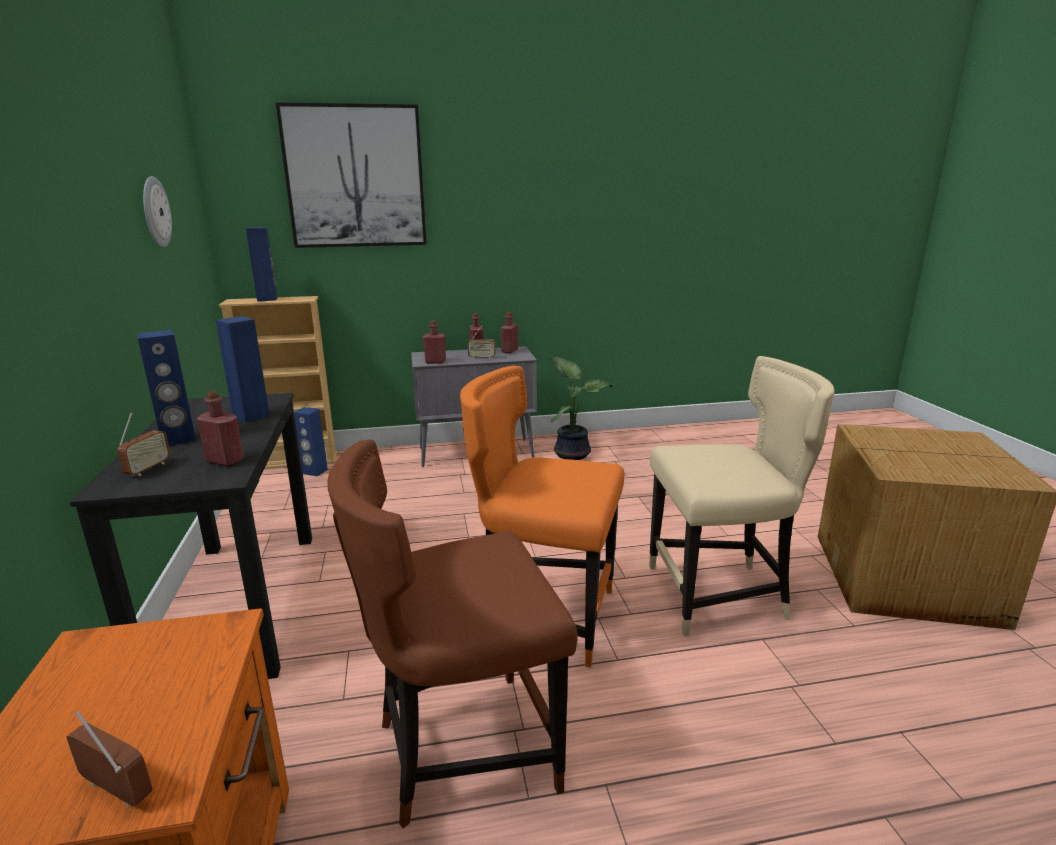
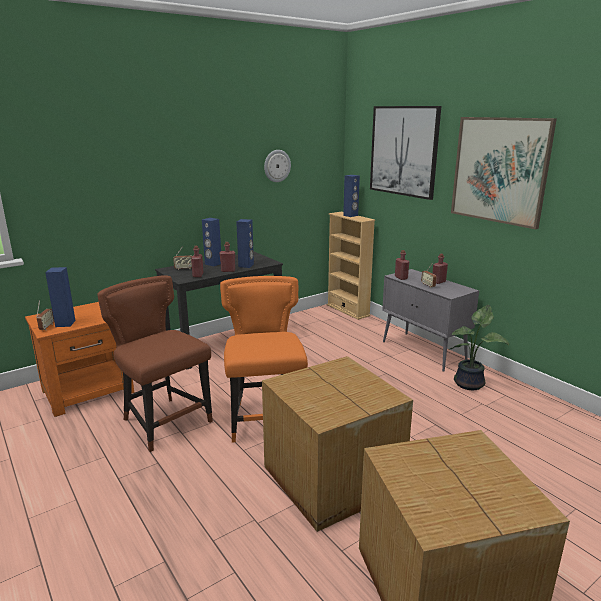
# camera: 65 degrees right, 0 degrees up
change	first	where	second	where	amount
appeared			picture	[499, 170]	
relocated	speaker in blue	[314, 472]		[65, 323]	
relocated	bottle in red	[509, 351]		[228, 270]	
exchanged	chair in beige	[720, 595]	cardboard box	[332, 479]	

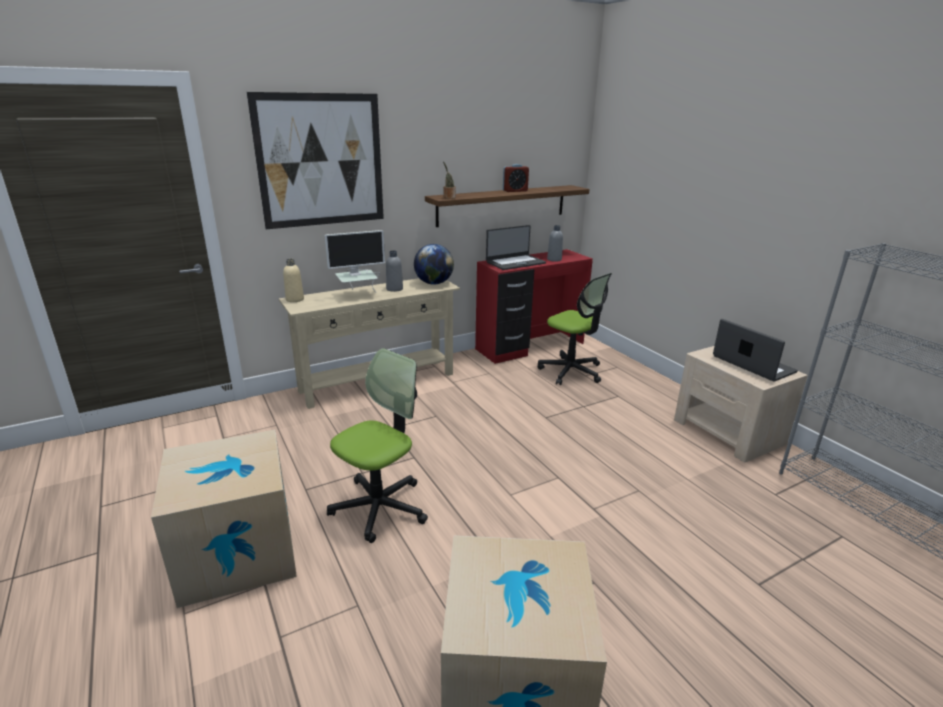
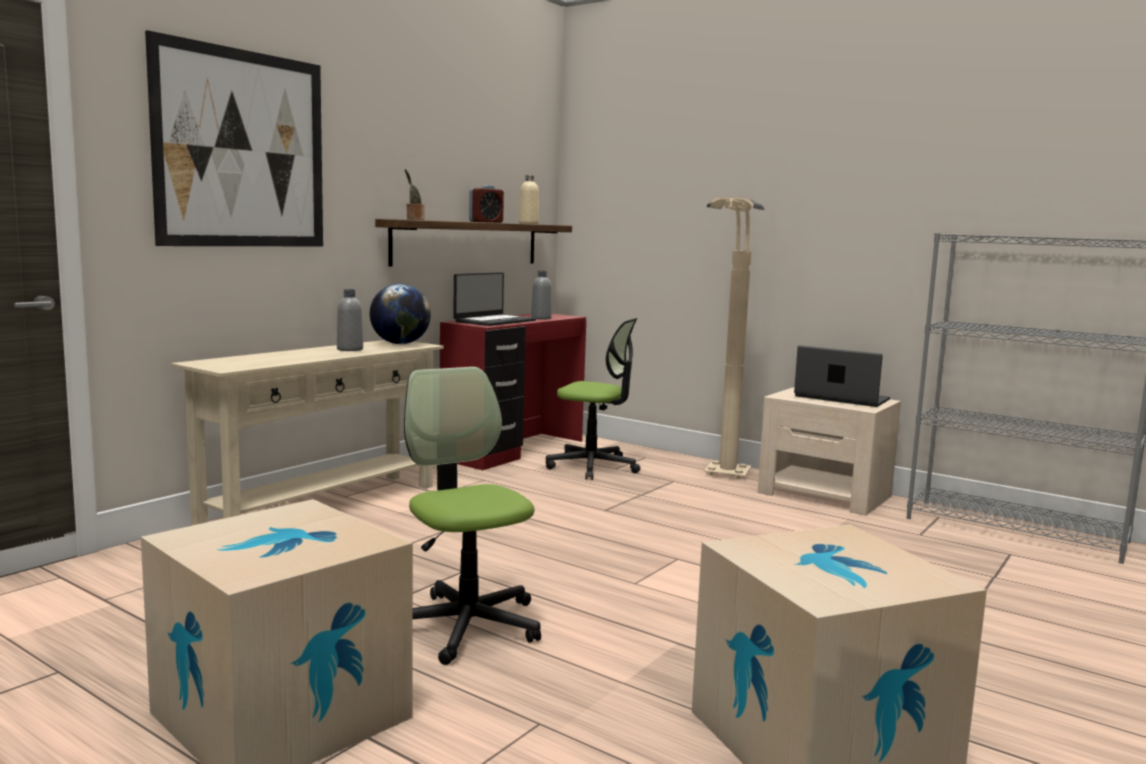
# camera: 25 degrees left, 15 degrees down
change	first	where	second	where	amount
missing	monitor	[358, 295]			
appeared			floor lamp in beige	[723, 481]	
relocated	bottle in beige	[295, 299]		[528, 223]	
spun	office chair	[379, 507]		[466, 626]	45 degrees counterclockwise

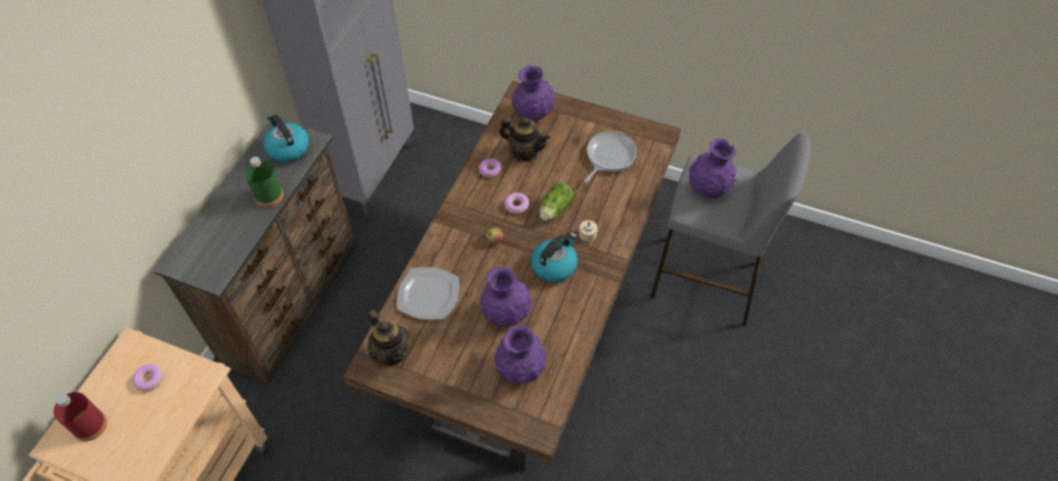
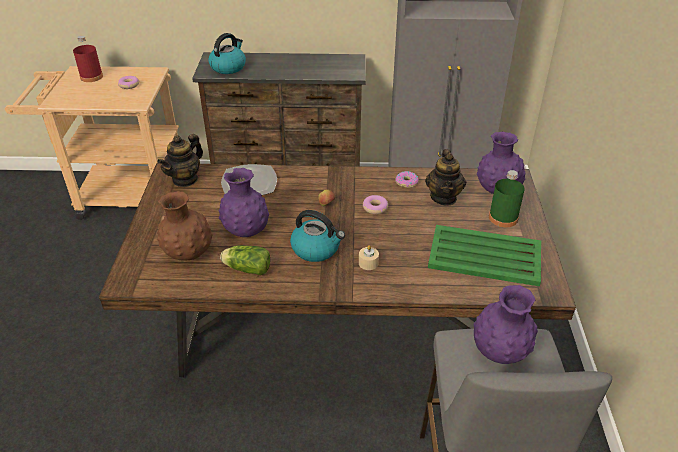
# camera: 70 degrees right, 15 degrees down
change	first	where	second	where	amount
relocated	bottle in green	[269, 195]		[503, 218]	
relocated	kettle	[287, 148]		[228, 67]	
relocated	lettuce	[554, 210]		[246, 268]	
exchanged	frying pan	[609, 156]	tray in green	[483, 255]	
colour	vase in purple	[520, 369]	vase in brown	[188, 254]	

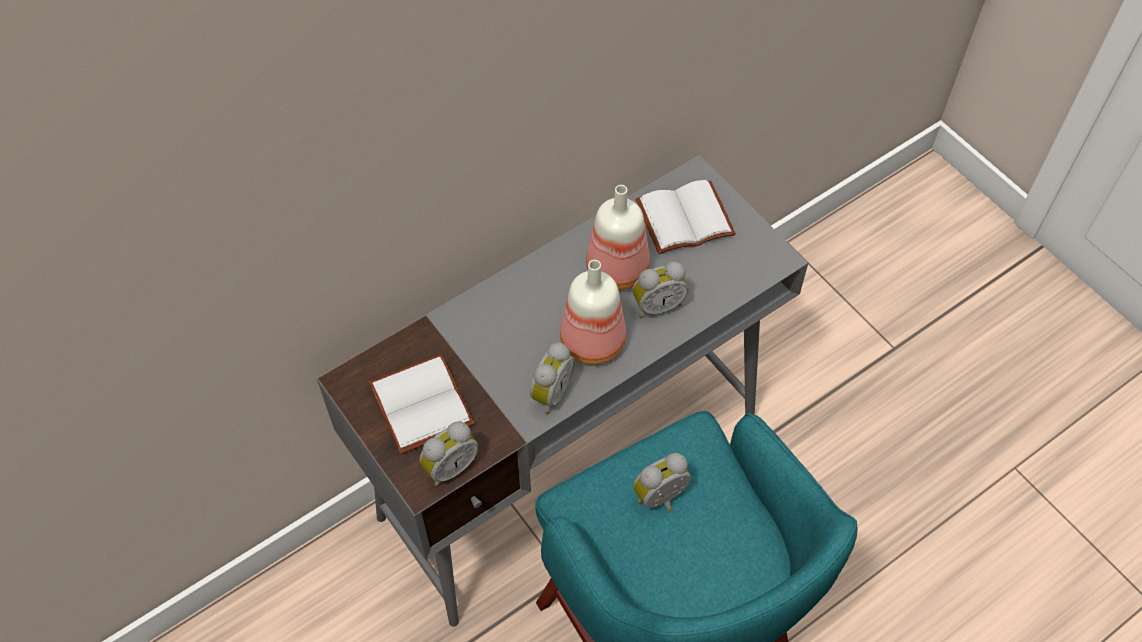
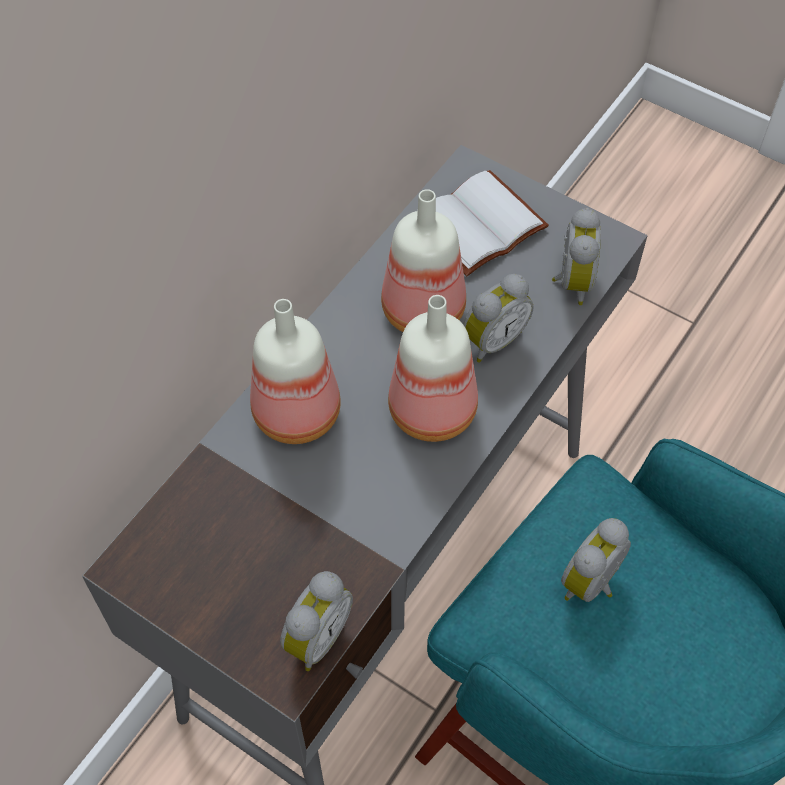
# camera: 20 degrees left, 0 degrees up
change	first	where	second	where	amount
missing	book in white	[424, 405]			
appeared			bottle	[295, 411]	
relocated	alarm clock	[549, 393]		[570, 282]	

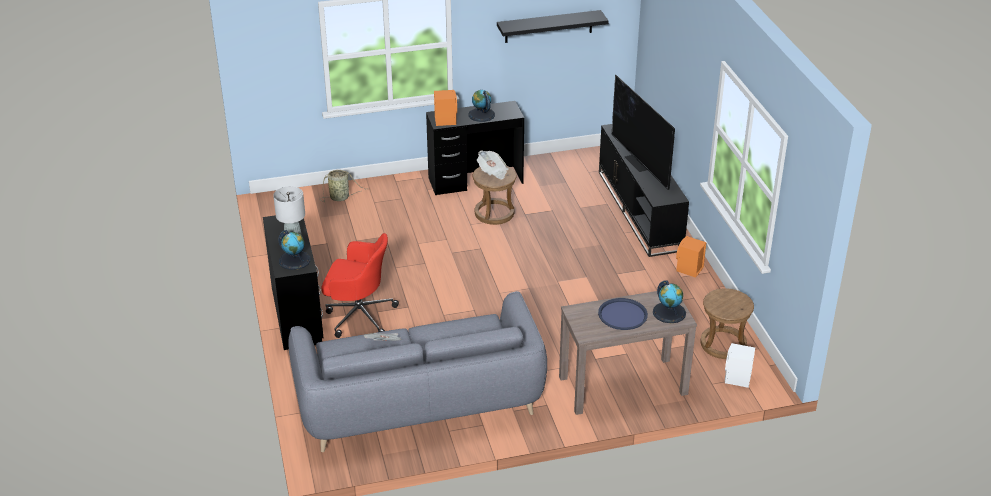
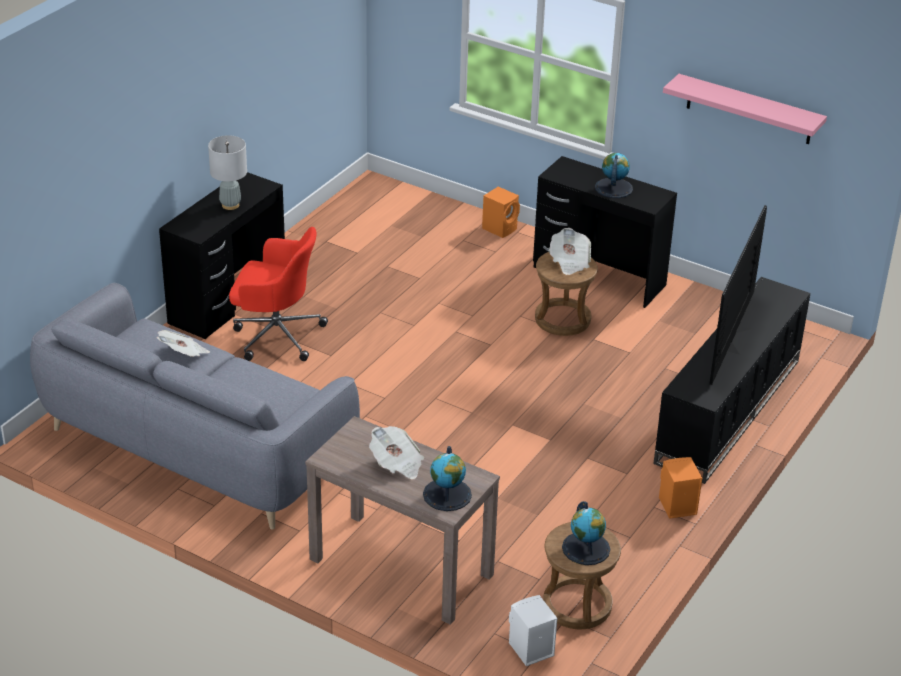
# camera: 45 degrees right, 0 degrees up
change	first	where	second	where	amount
missing	basket	[341, 197]			
relocated	globe	[294, 260]		[586, 548]	
relocated	speaker in orange	[445, 120]		[500, 228]	
exchanged	tray in blue	[622, 315]	newspaper	[397, 464]	
colour	shelf in black	[548, 26]	shelf in pink	[749, 110]	
spun	office chair in red	[359, 315]		[276, 335]	45 degrees counterclockwise

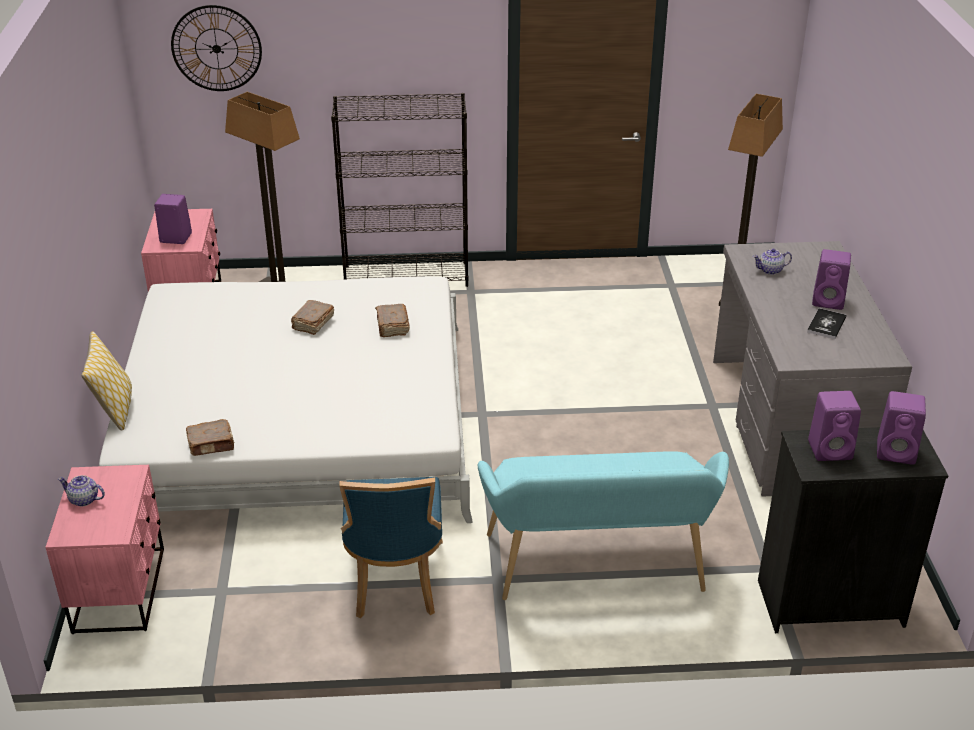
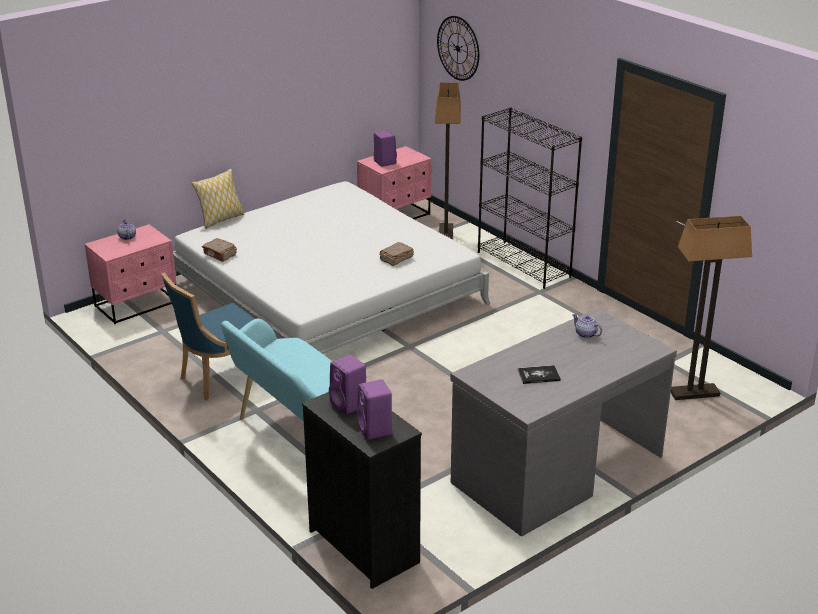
# camera: 55 degrees right, 5 degrees down
change	first	where	second	where	amount
missing	book in brown	[312, 324]			
missing	speaker in purple	[829, 301]			

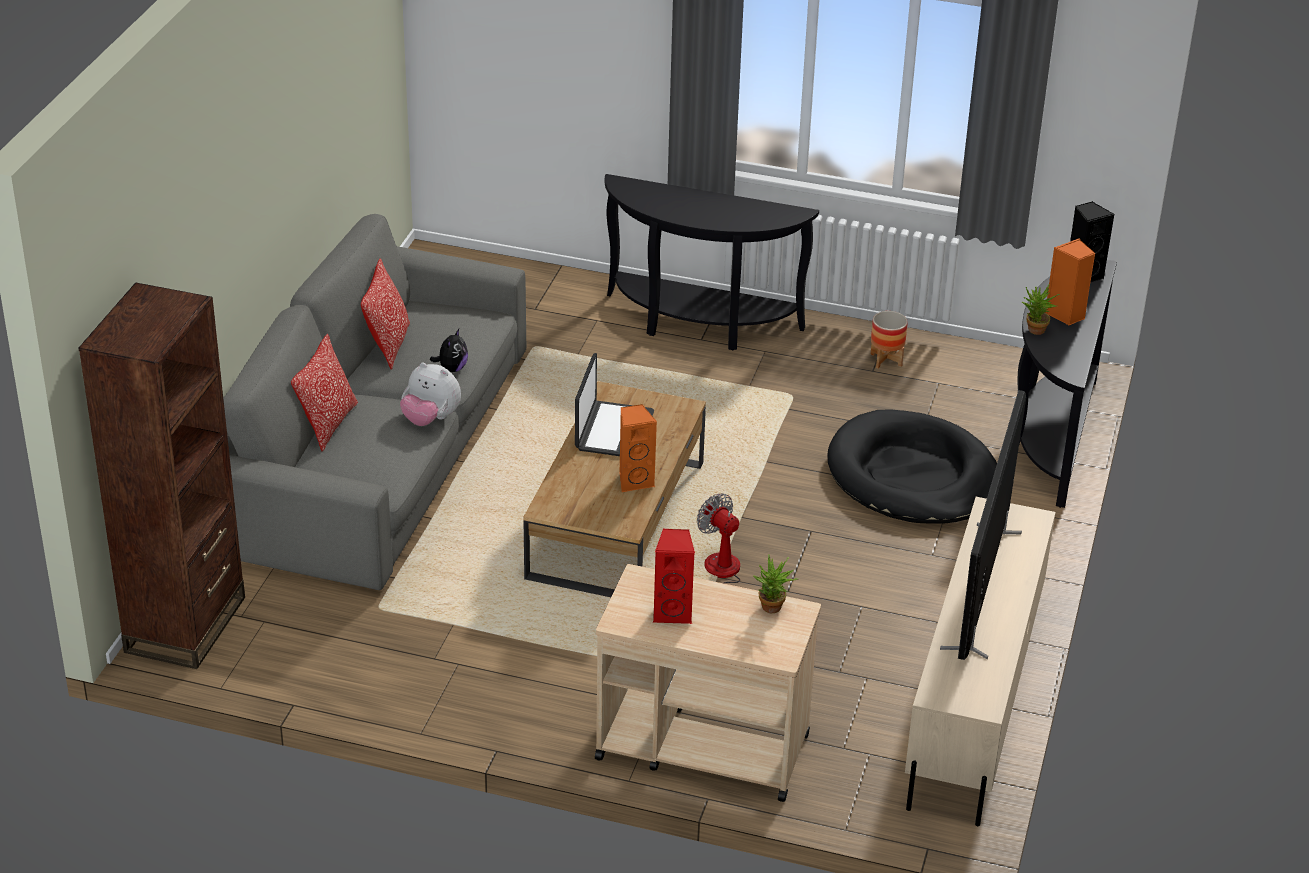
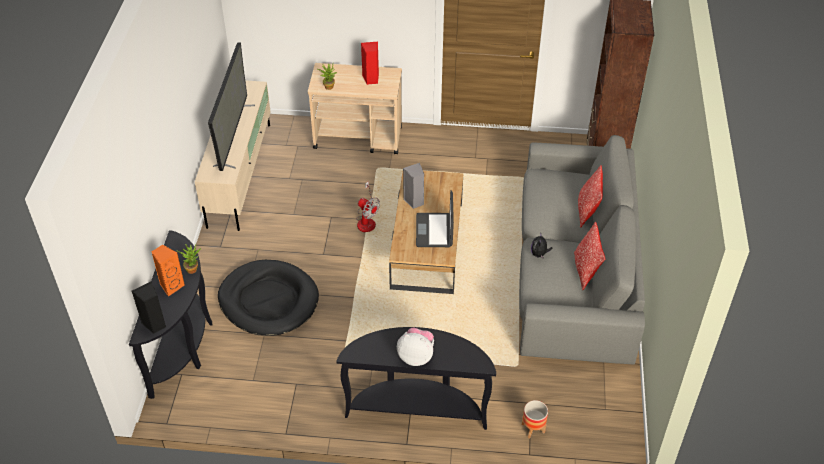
# camera: 170 degrees right, 10 degrees up
change	first	where	second	where	amount
relocated	plush toy	[430, 419]		[416, 356]	
relocated	planter	[886, 360]		[533, 428]	
colour	speaker in orange	[634, 481]	speaker in grey	[414, 201]	

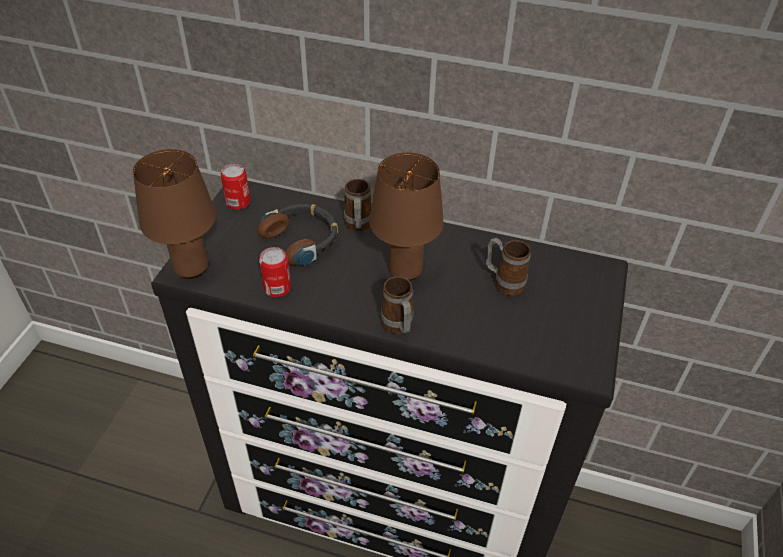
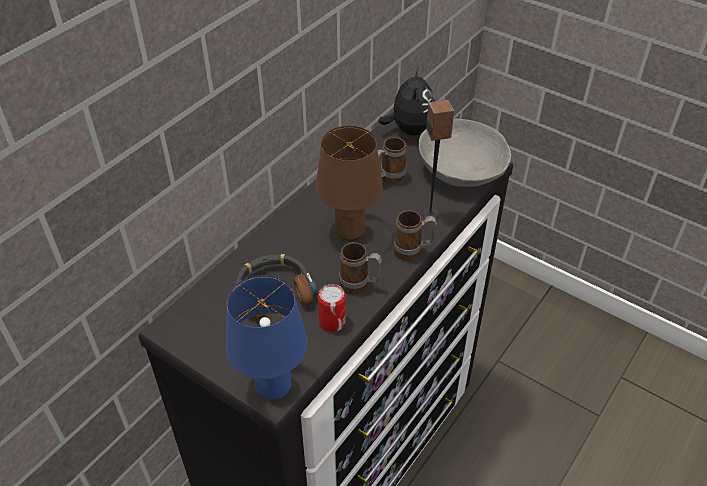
# camera: 70 degrees left, 0 degrees up
change	first	where	second	where	amount
missing	can	[238, 202]			
appeared			plush toy	[409, 129]	
appeared			bowl in grey	[461, 170]	
appeared			speaker	[430, 213]	
relocated	mug	[358, 227]		[360, 286]	
colour	table lamp in brown	[191, 269]	table lamp in blue	[274, 387]	

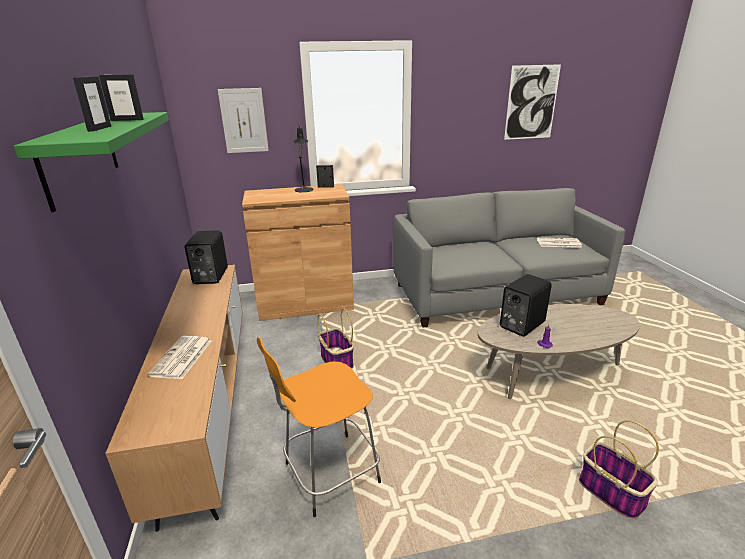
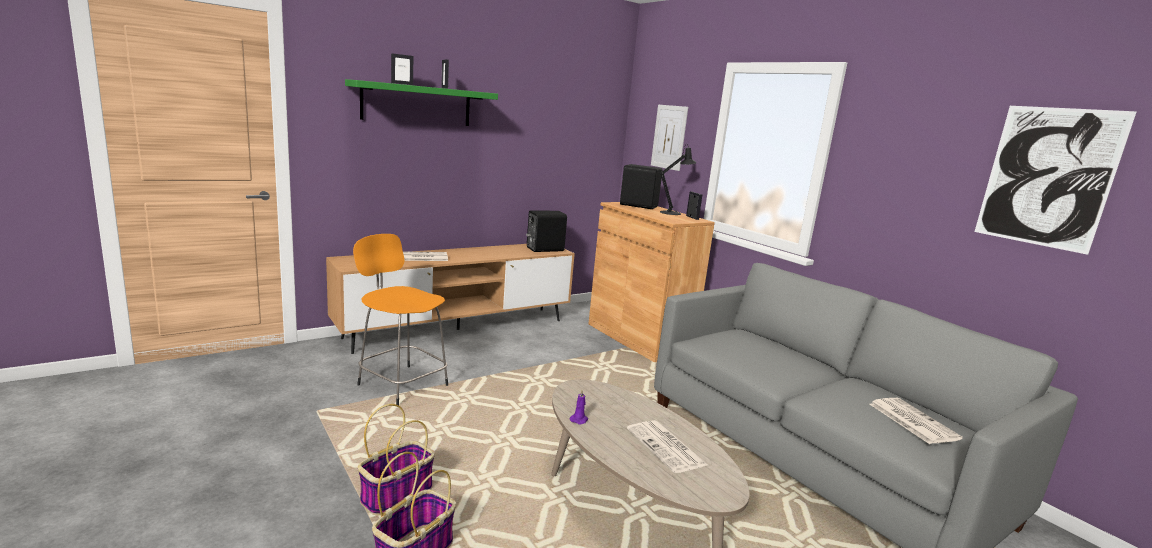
# camera: 65 degrees right, 10 degrees down
change	first	where	second	where	amount
appeared			newspaper	[667, 447]	
relocated	basket	[336, 360]		[397, 494]	
relocated	speaker in black	[520, 325]		[638, 206]	

